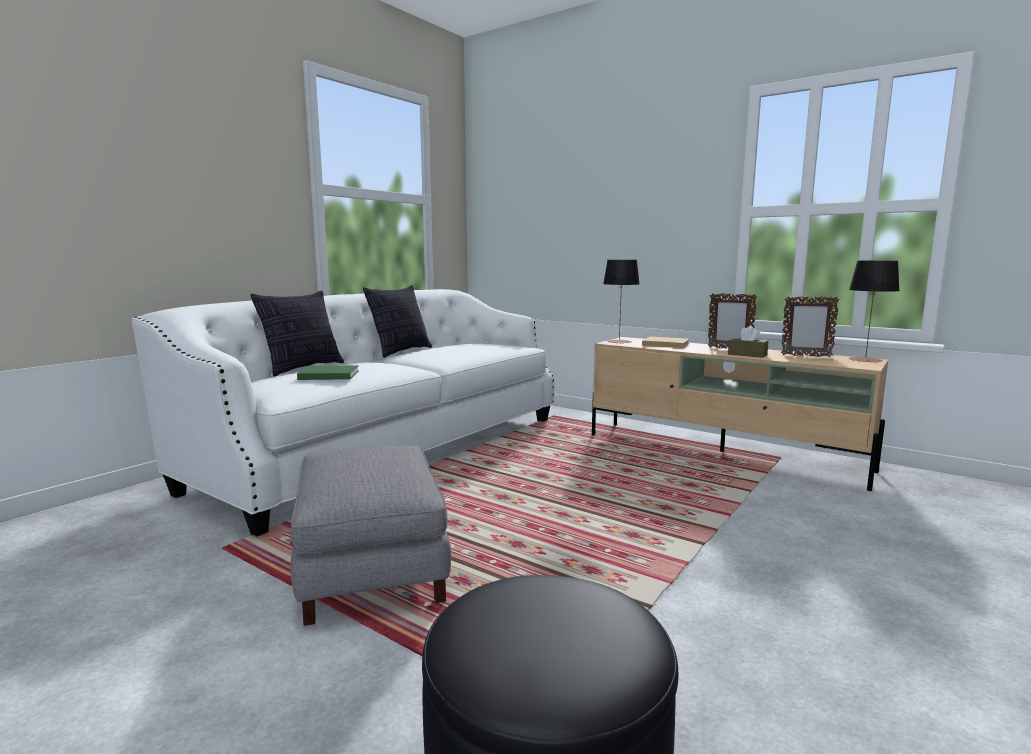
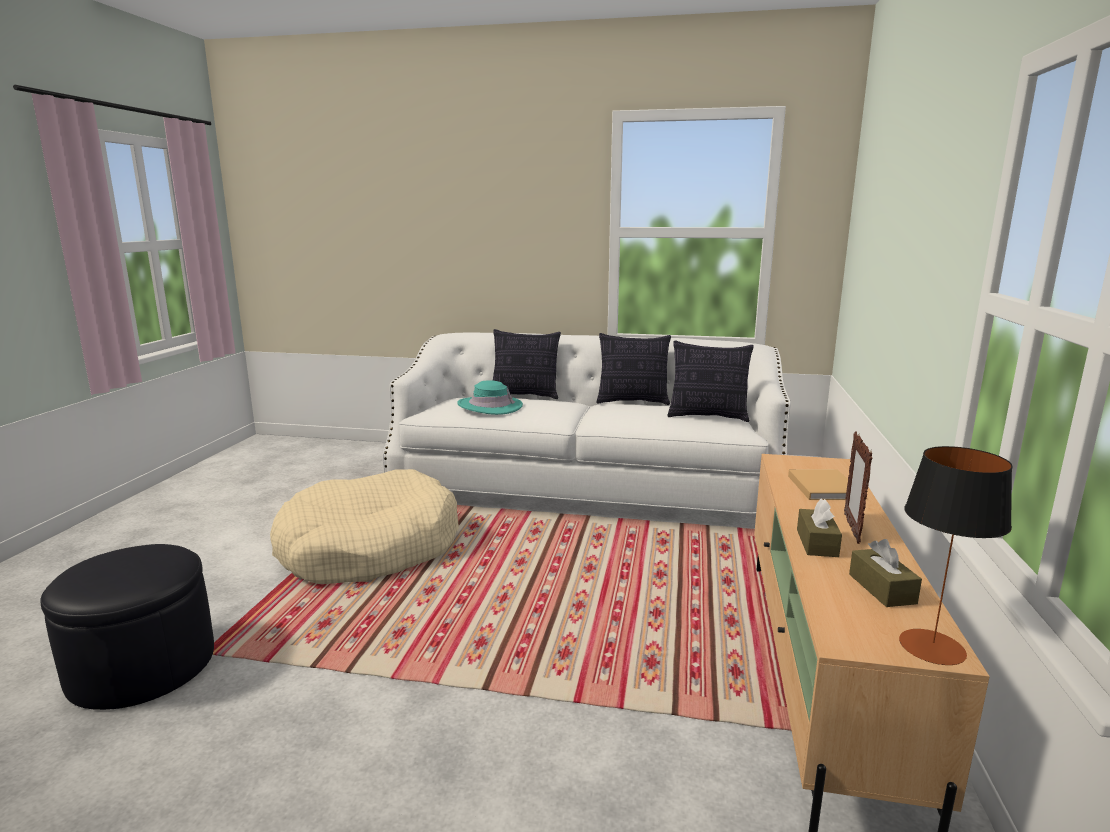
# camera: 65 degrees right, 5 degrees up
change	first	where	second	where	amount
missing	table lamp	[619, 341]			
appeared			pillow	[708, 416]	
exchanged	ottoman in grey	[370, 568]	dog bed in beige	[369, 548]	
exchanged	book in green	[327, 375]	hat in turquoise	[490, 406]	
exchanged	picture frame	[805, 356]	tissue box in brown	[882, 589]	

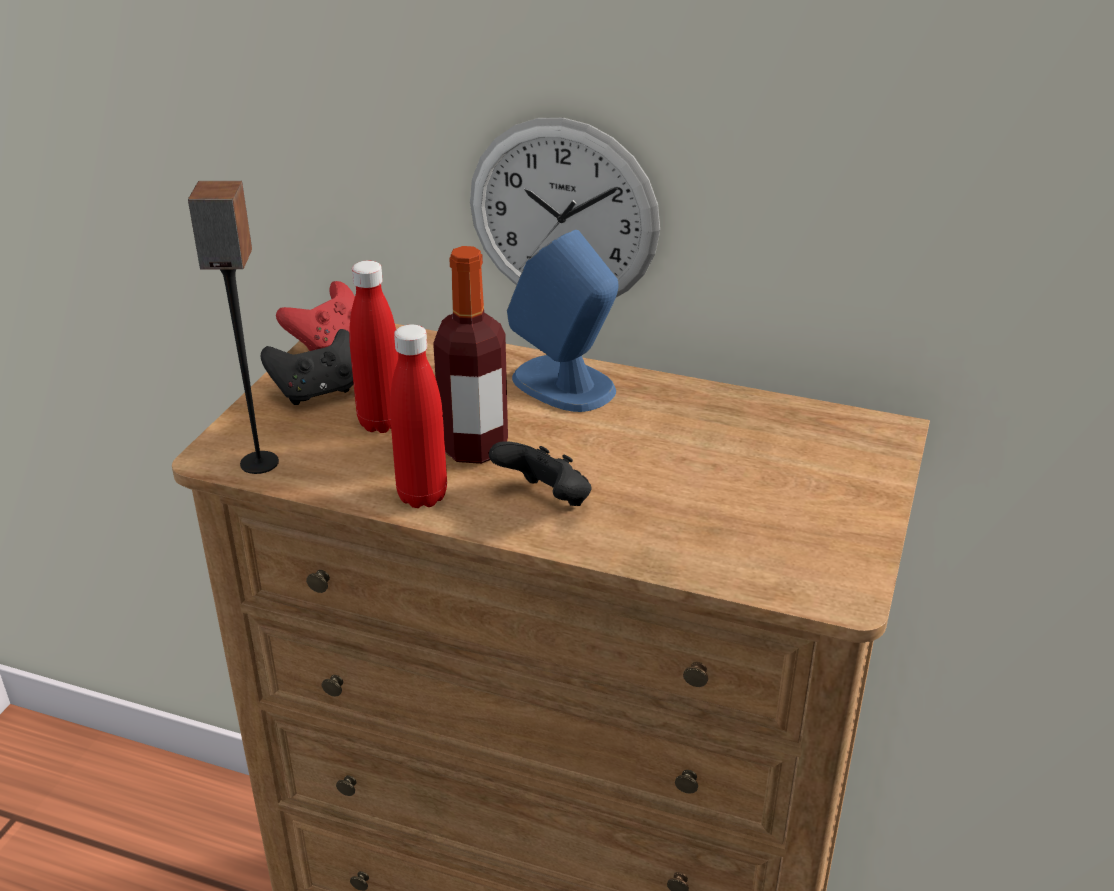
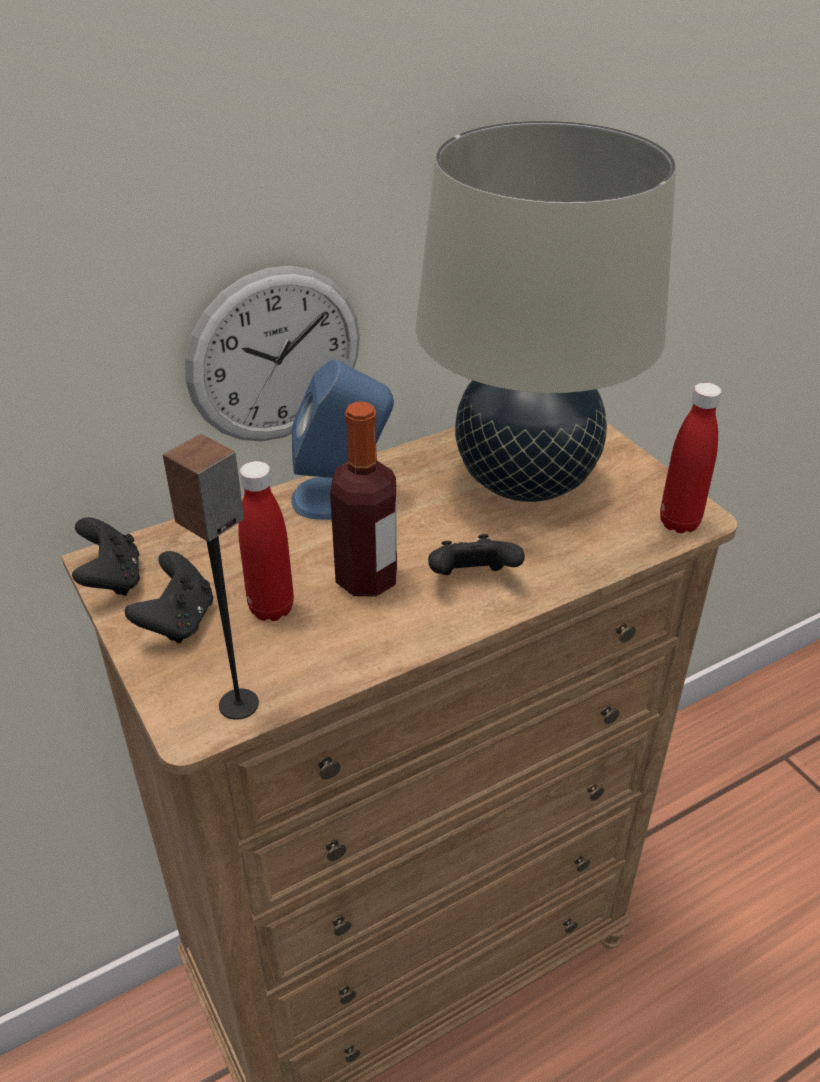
# camera: 50 degrees left, 5 degrees up
change	first	where	second	where	amount
appeared			table lamp in beige	[525, 480]	
relocated	bottle in red	[422, 496]		[679, 523]	
colour	game controller in red	[328, 343]	game controller in black	[112, 580]	

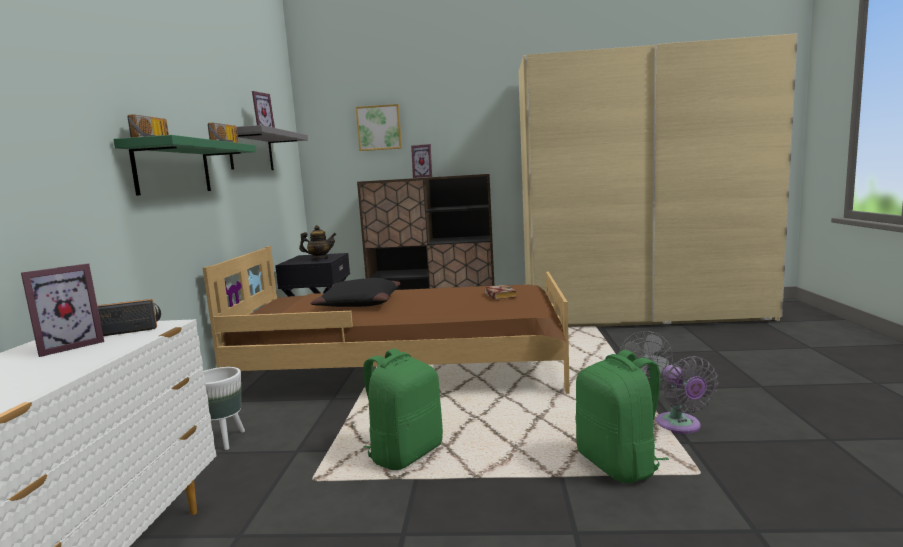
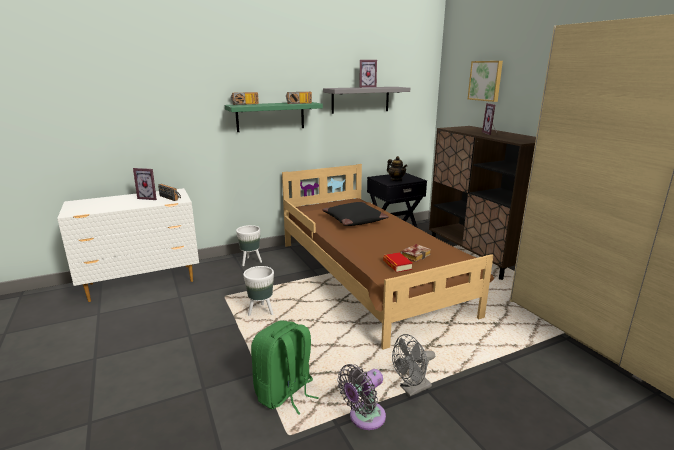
# camera: 60 degrees right, 10 degrees up
change	first	where	second	where	amount
appeared			book	[397, 265]	
exchanged	backpack in green	[405, 453]	planter in white	[261, 312]	

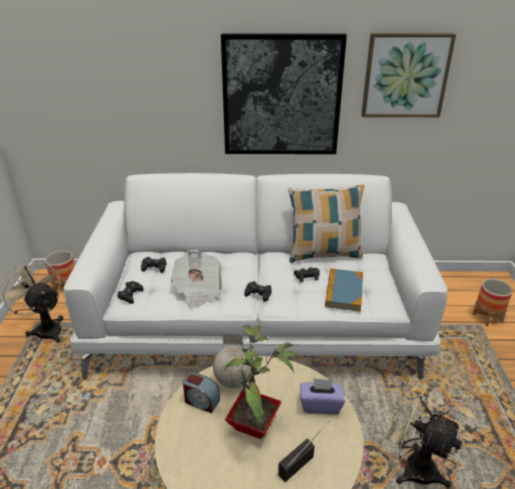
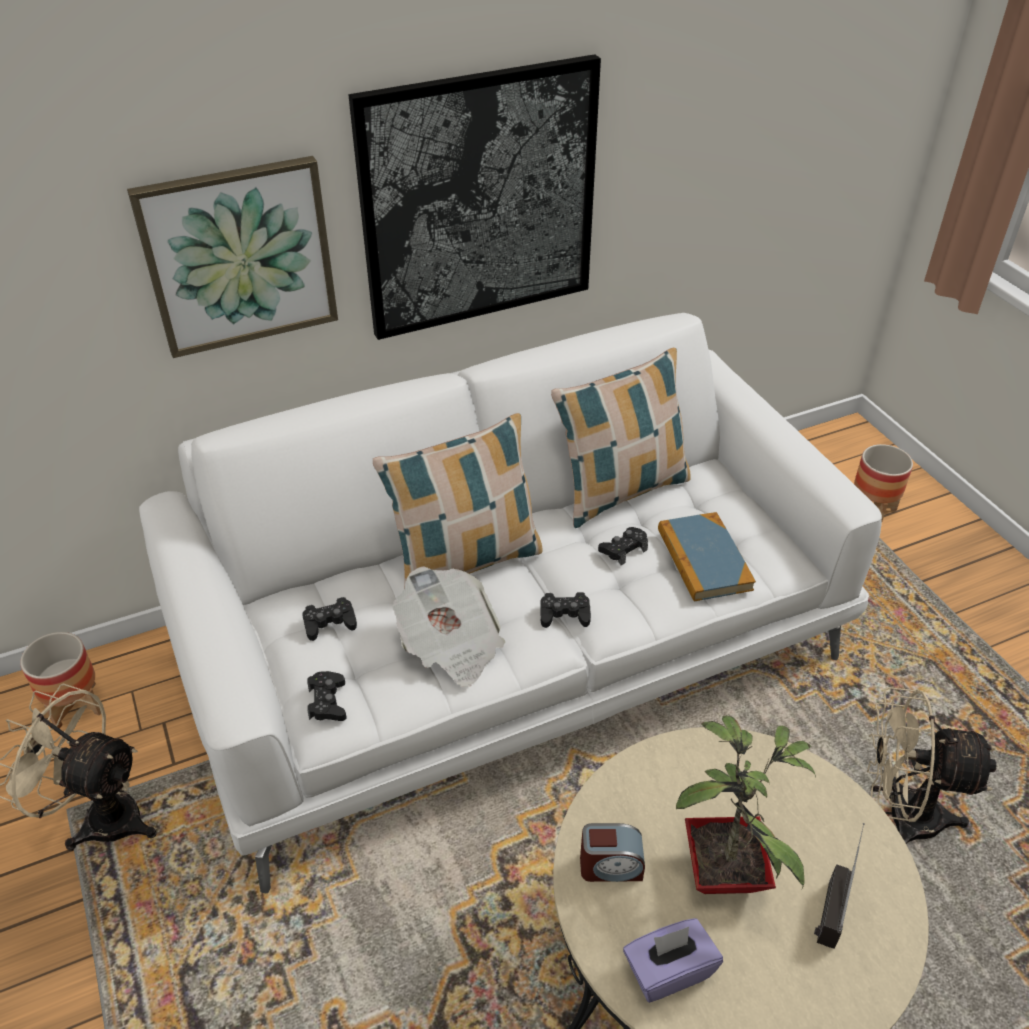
# camera: 25 degrees left, 10 degrees up
change	first	where	second	where	amount
missing	globe	[233, 380]			
appeared			pillow	[465, 562]	
relocated	tissue box in purple	[320, 405]		[668, 970]	
relocated	picture	[405, 75]		[239, 256]	

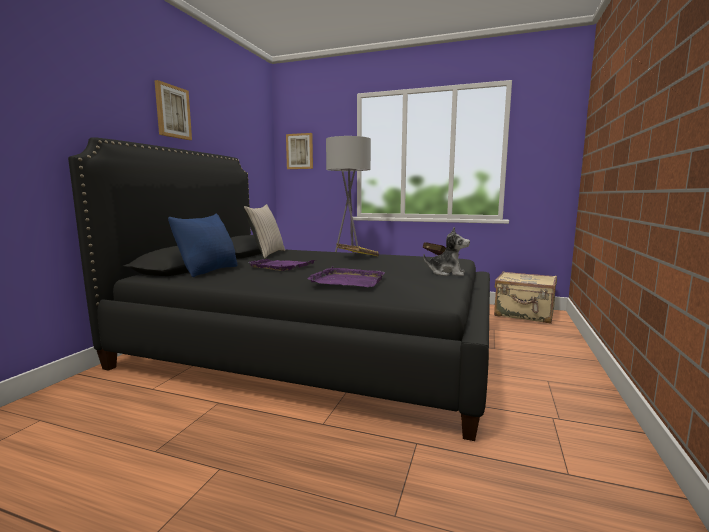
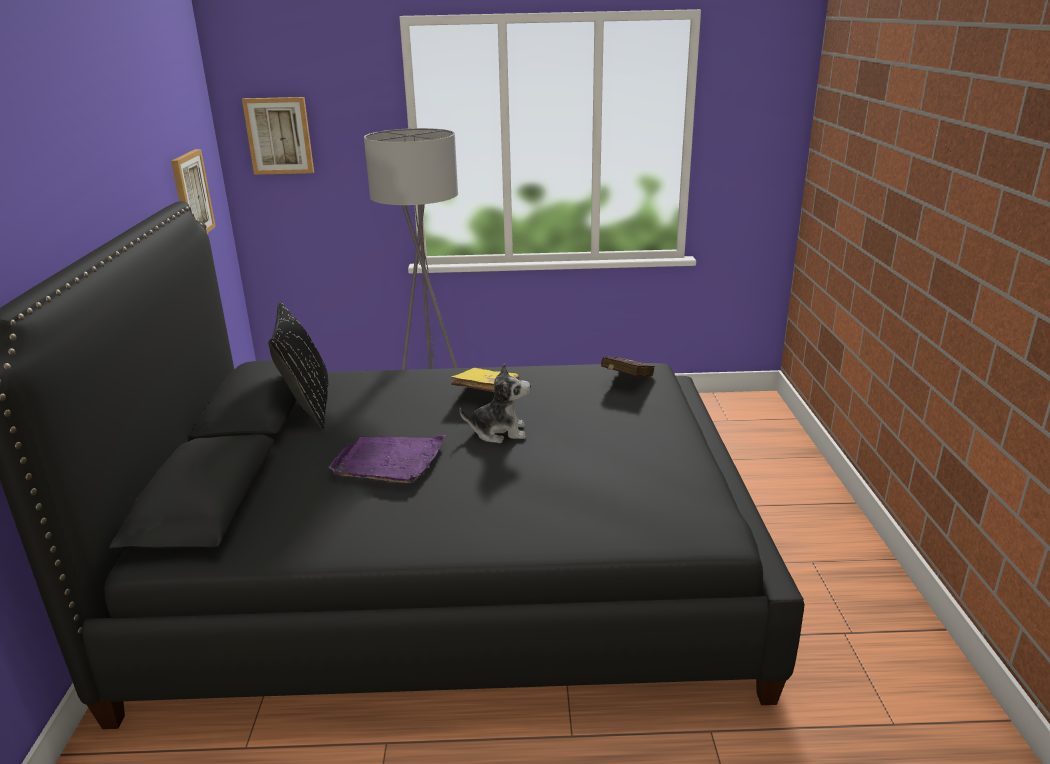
# camera: 20 degrees left, 15 degrees up
change	first	where	second	where	amount
missing	pillow in blue	[208, 271]			
missing	tray in purple	[347, 281]			
missing	suitcase in beige	[524, 314]			
relocated	picture	[172, 112]		[191, 195]	
relocated	plush toy	[447, 273]		[499, 432]	
colour	pillow in beige	[266, 254]	pillow in black	[307, 407]	

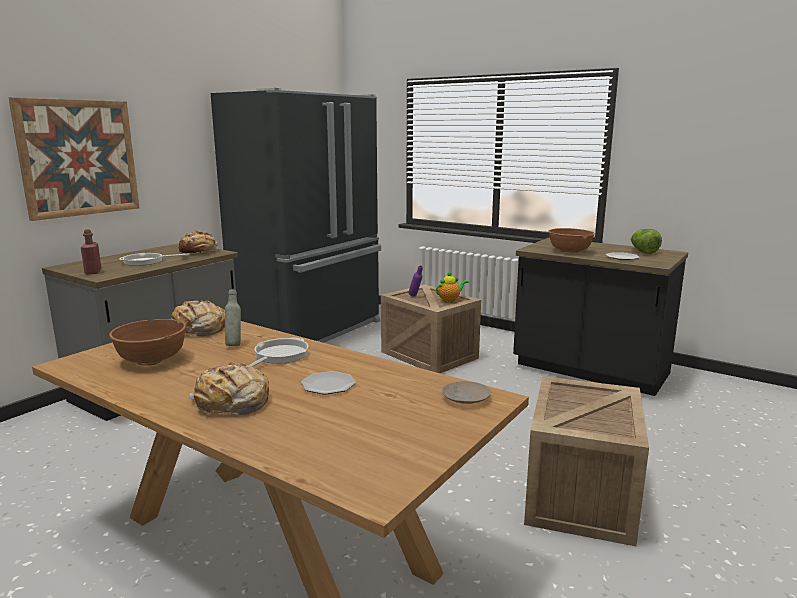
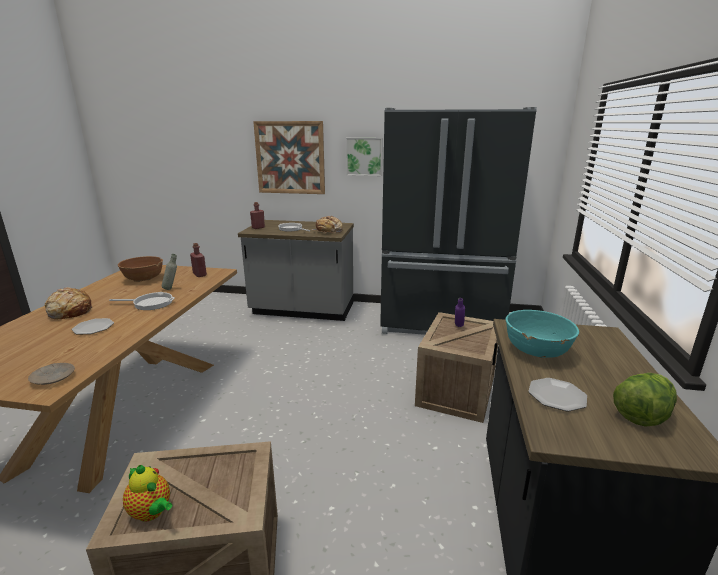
# camera: 65 degrees right, 5 degrees up
change	first	where	second	where	amount
appeared			picture	[364, 156]	
relocated	teapot	[450, 300]		[152, 512]	
exchanged	bread	[198, 329]	bottle in red	[199, 274]	
colour	bowl in brown	[569, 251]	bowl in turquoise	[536, 351]	

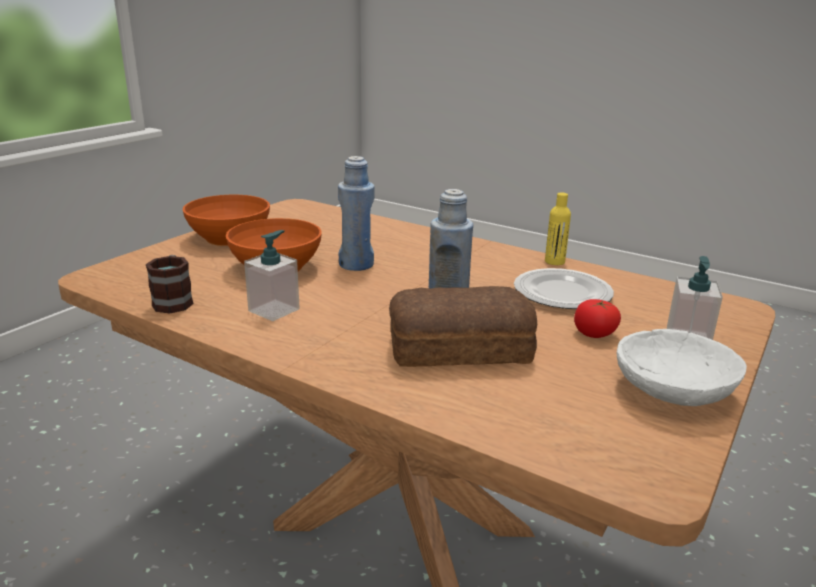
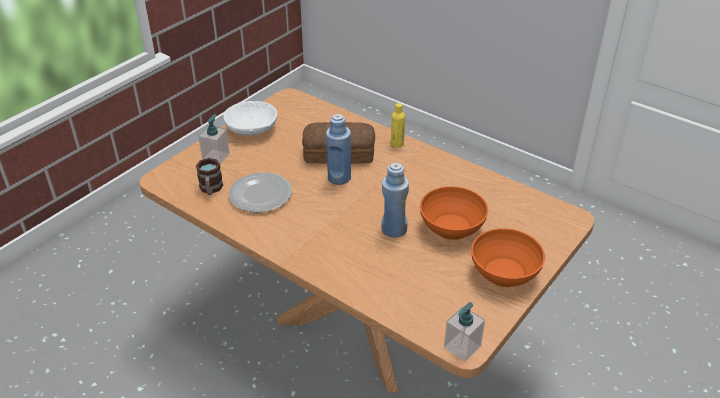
# camera: 175 degrees left, 15 degrees up
change	first	where	second	where	amount
missing	tomato	[594, 334]			
relocated	mug	[173, 300]		[211, 189]	
relocated	soap dispenser	[274, 310]		[462, 347]	
relocated	bottle in yellow	[554, 262]		[397, 144]	

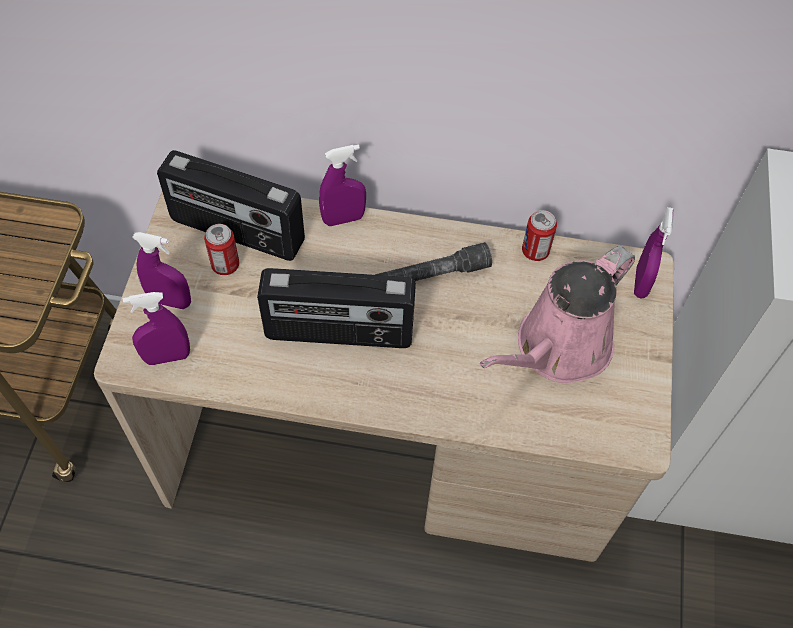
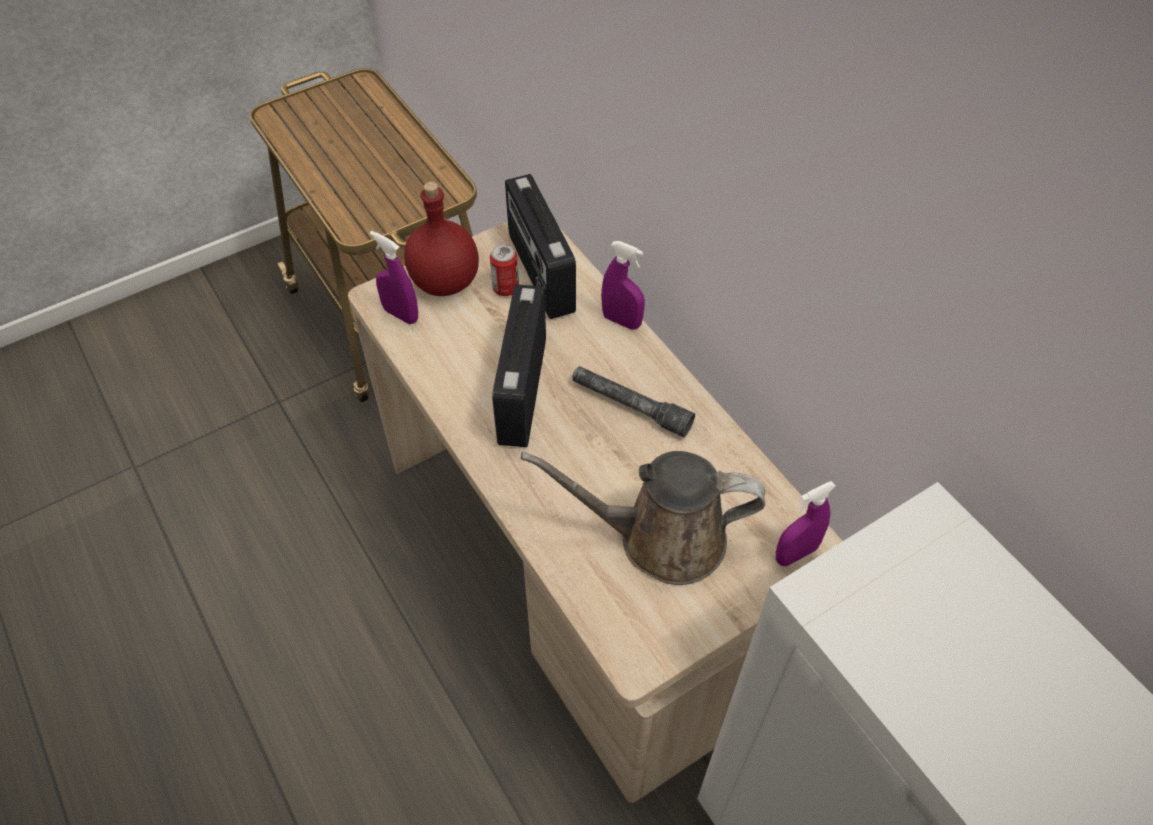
# camera: 50 degrees right, 5 degrees down
change	first	where	second	where	amount
missing	can	[535, 251]			
exchanged	spray bottle in purple	[170, 301]	bottle in red	[445, 283]	
colour	watering can in pink	[557, 349]	watering can in brown	[661, 538]	
spun	radio	[339, 333]		[521, 391]	45 degrees clockwise

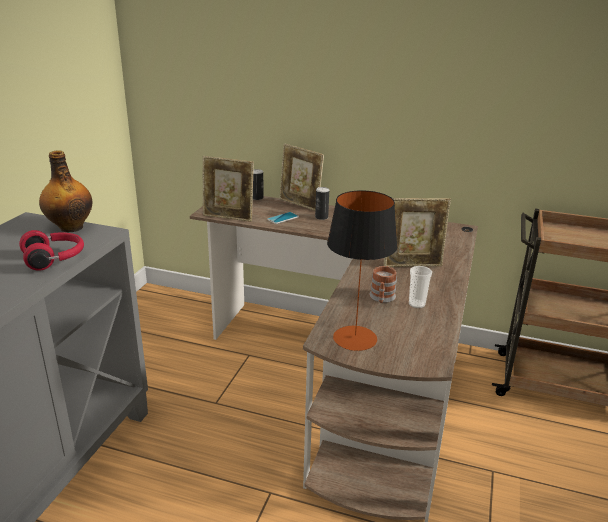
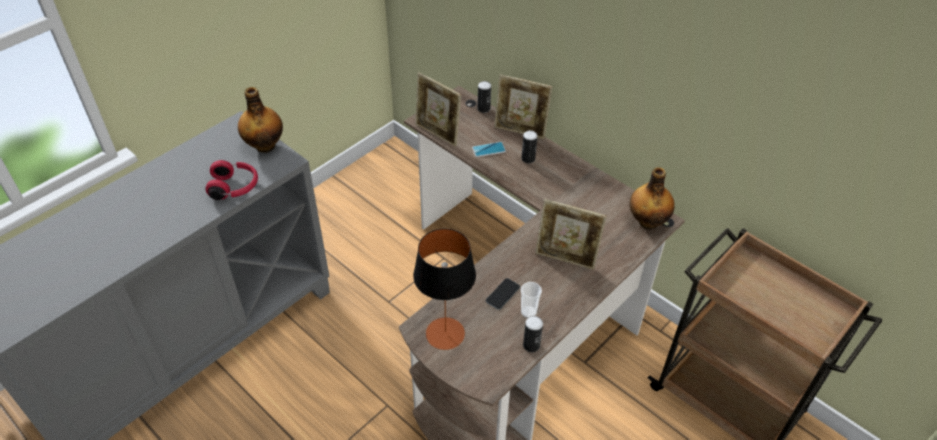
# camera: 25 degrees right, 20 degrees up
change	first	where	second	where	amount
appeared			can	[531, 345]	
appeared			bottle	[647, 221]	
exchanged	mug	[382, 298]	phone	[502, 294]	
spun	picture frame	[300, 204]		[520, 131]	45 degrees counterclockwise

